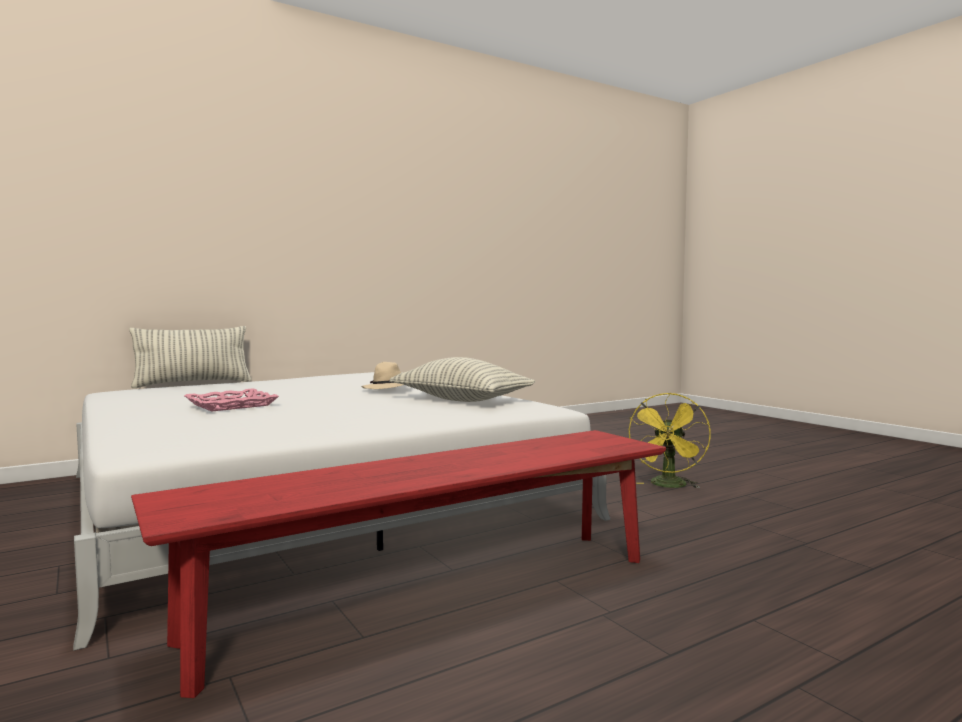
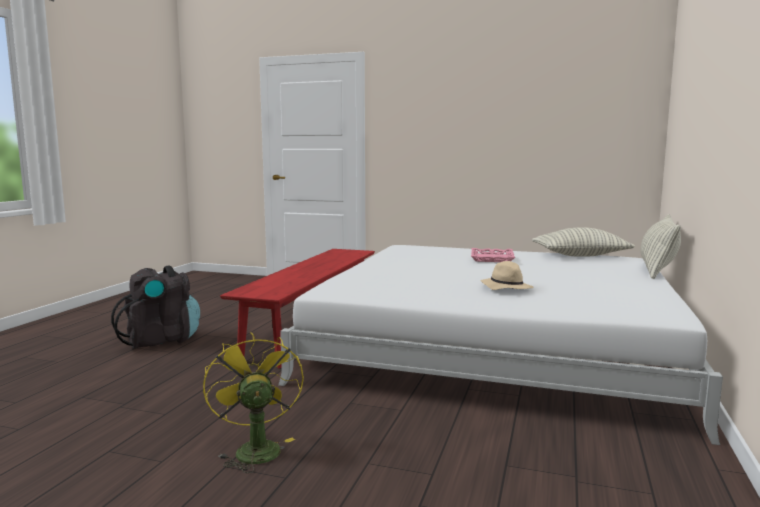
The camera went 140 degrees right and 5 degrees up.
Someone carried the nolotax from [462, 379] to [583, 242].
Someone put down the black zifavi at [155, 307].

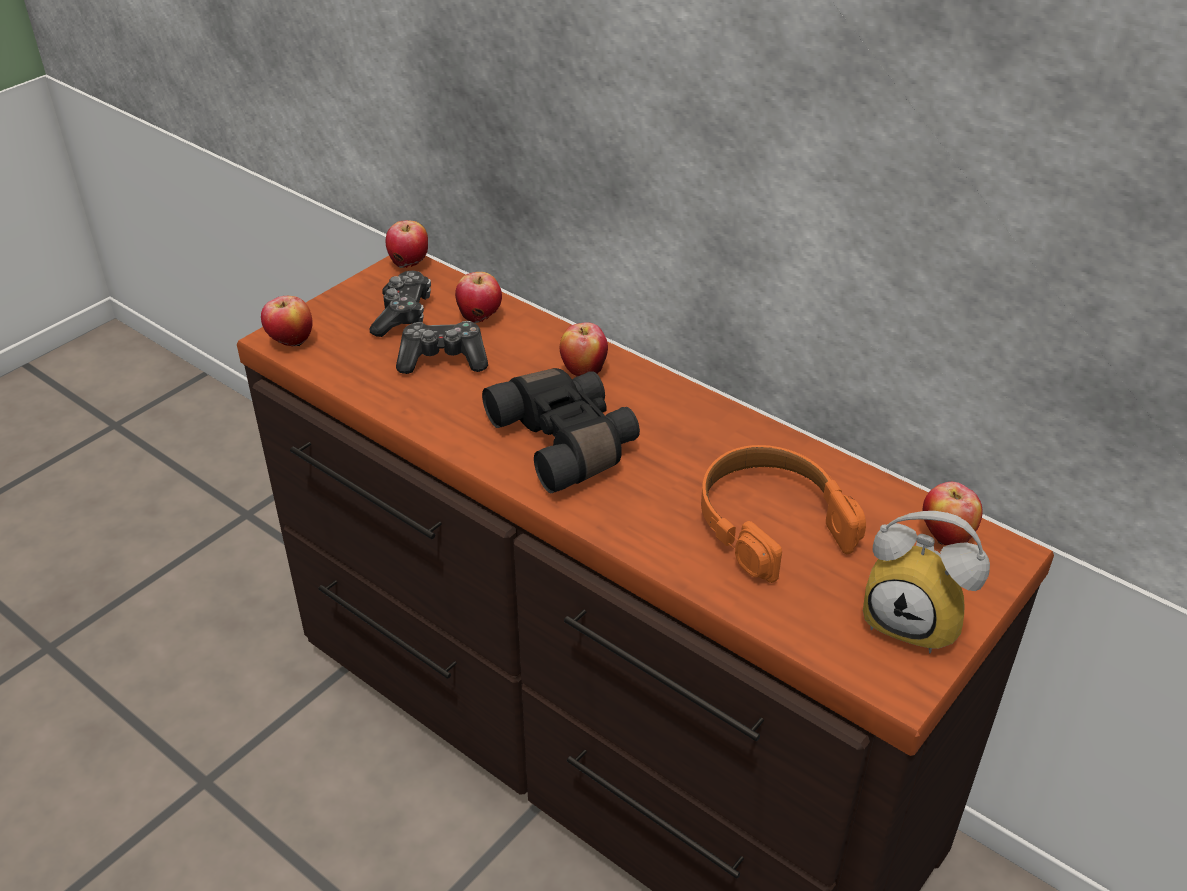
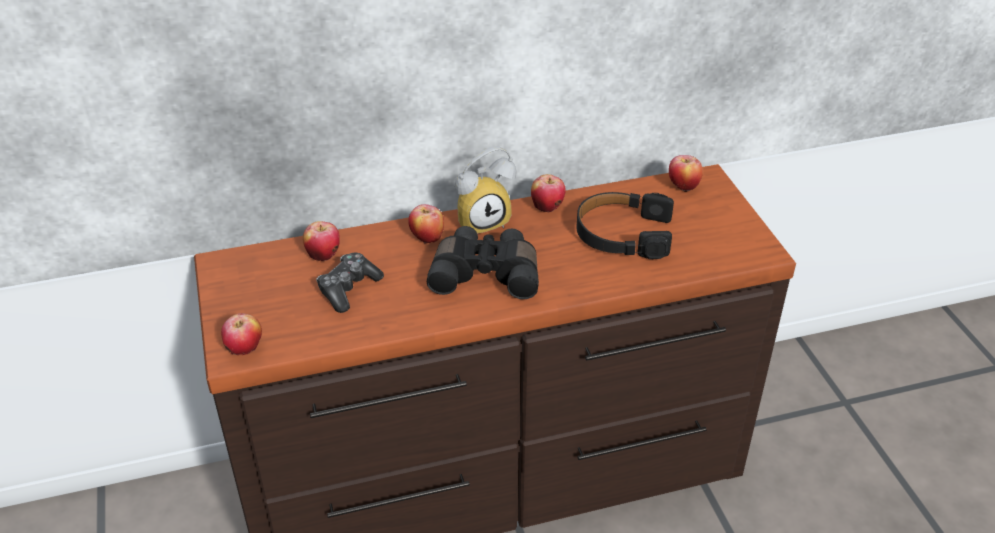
The camera went 55 degrees left and 0 degrees up.
Someone carried the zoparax from [407, 244] to [548, 193].
Someone took away the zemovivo at [400, 304].
Someone repainted the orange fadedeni at [783, 514], which became the black fadedeni at [625, 225].
Someone carried the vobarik from [926, 582] to [486, 189].

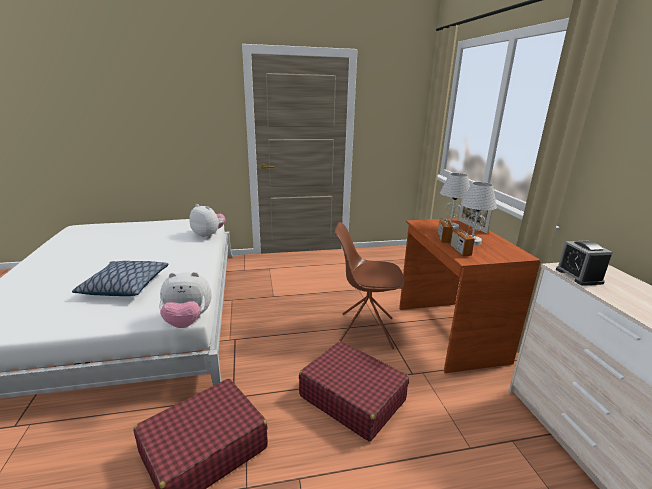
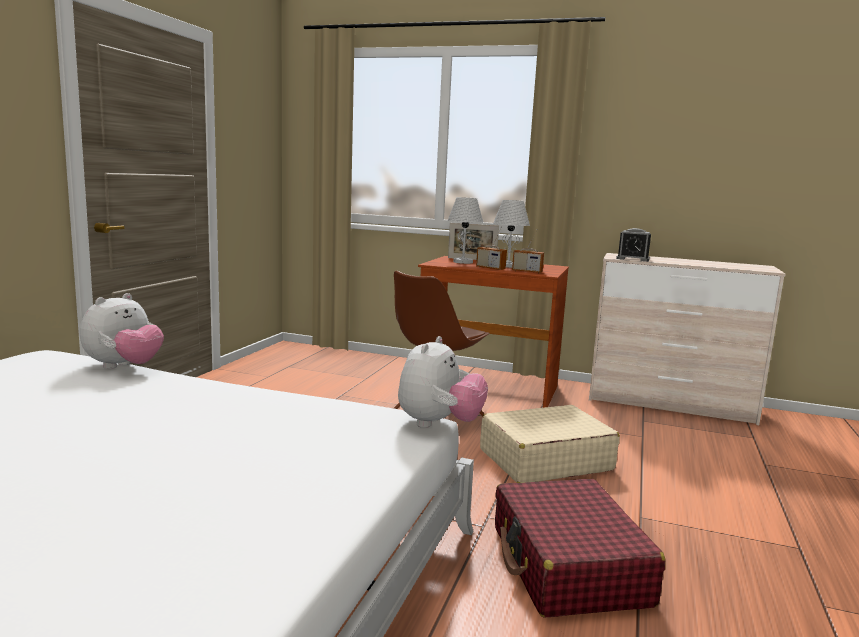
The camera went 60 degrees left and 10 degrees down.
Someone rotated the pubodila at [207, 221] by 150 degrees clockwise.
Someone took away the nolotax at [120, 278].
Someone repainted the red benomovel at [354, 391], which became the beige benomovel at [550, 444].

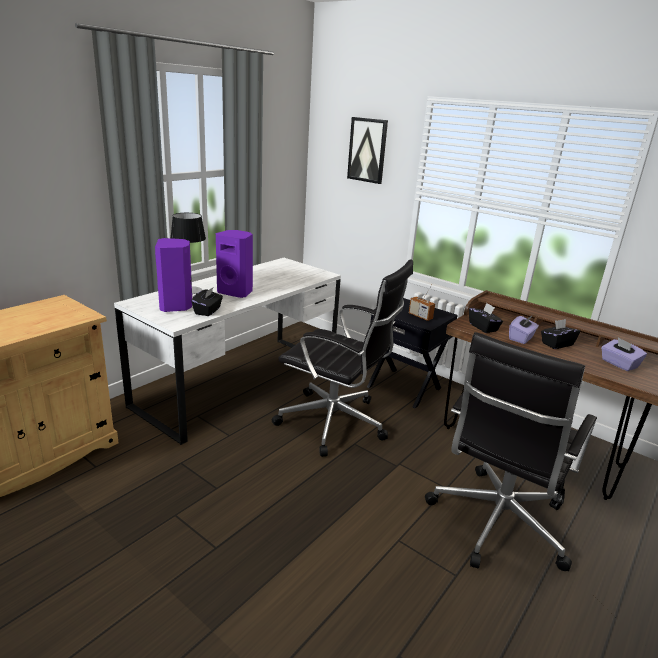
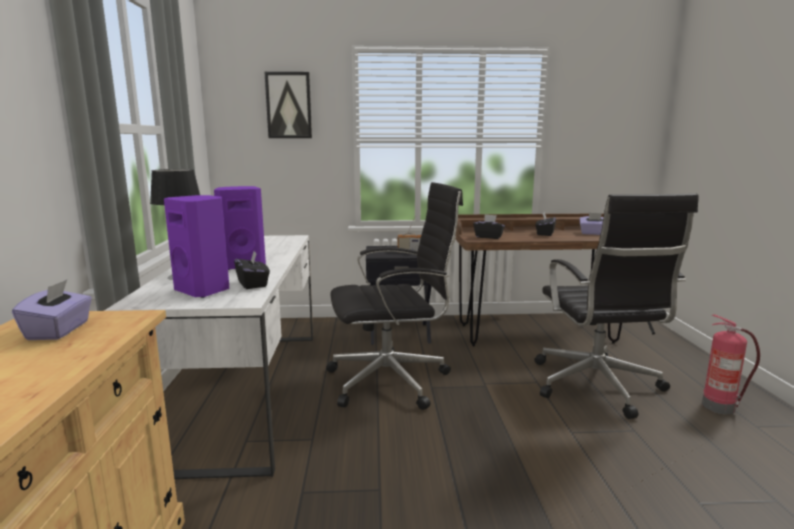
The camera went 40 degrees left and 10 degrees down.
Someone carried the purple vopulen from [524, 329] to [52, 309].
Someone put down the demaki at [731, 364].

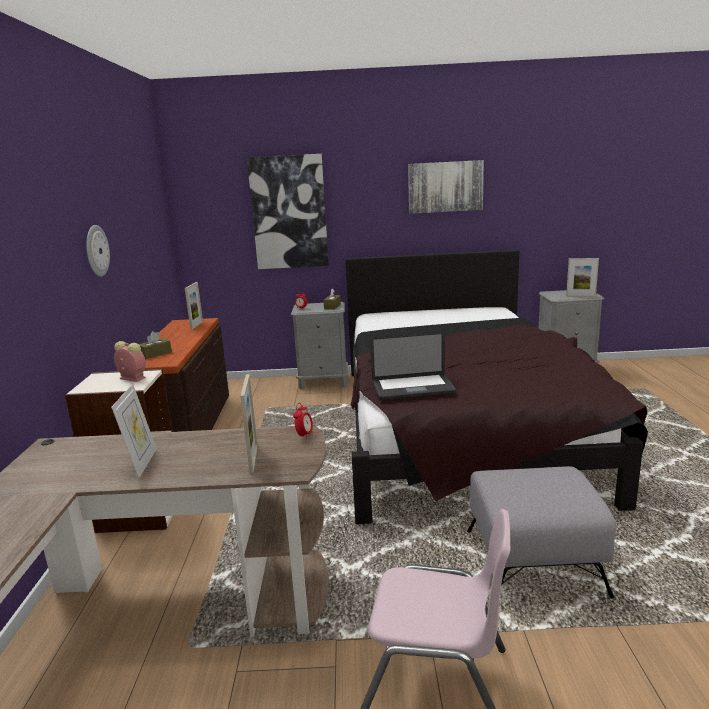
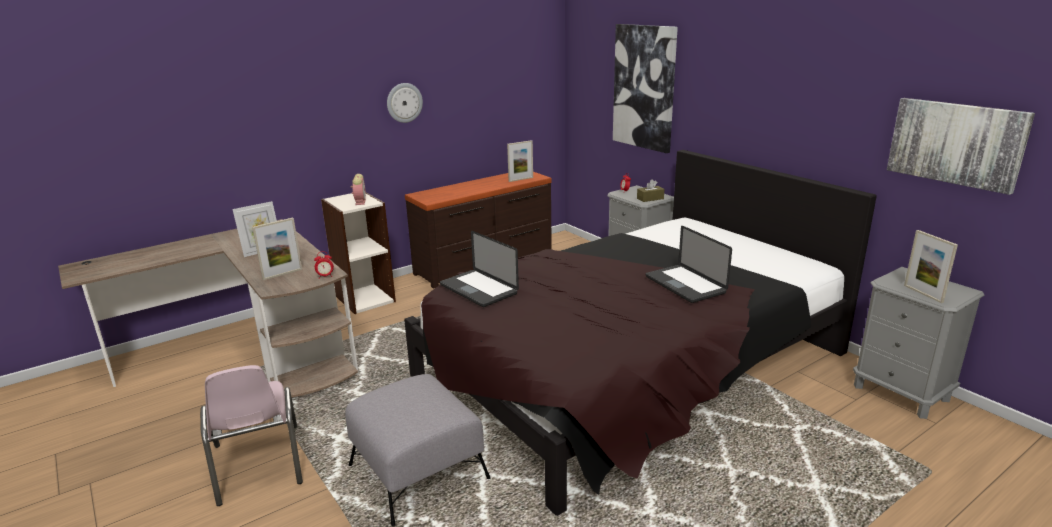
The camera went 55 degrees right and 5 degrees up.
Someone carried the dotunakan from [446, 187] to [961, 146].
Someone took away the brown vopulen at [155, 345].
Someone put down the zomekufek at [689, 264].

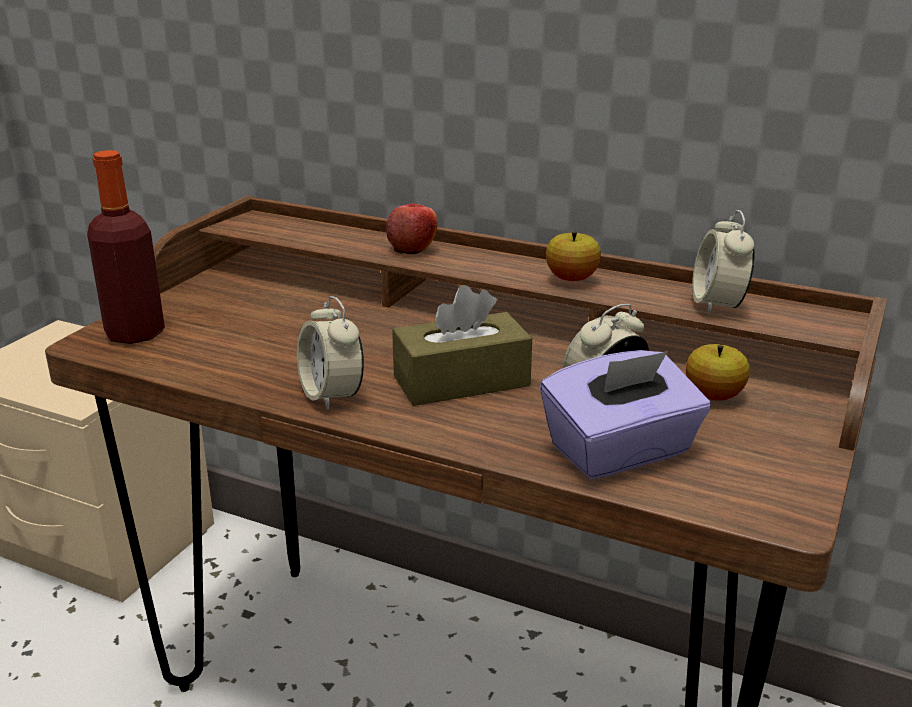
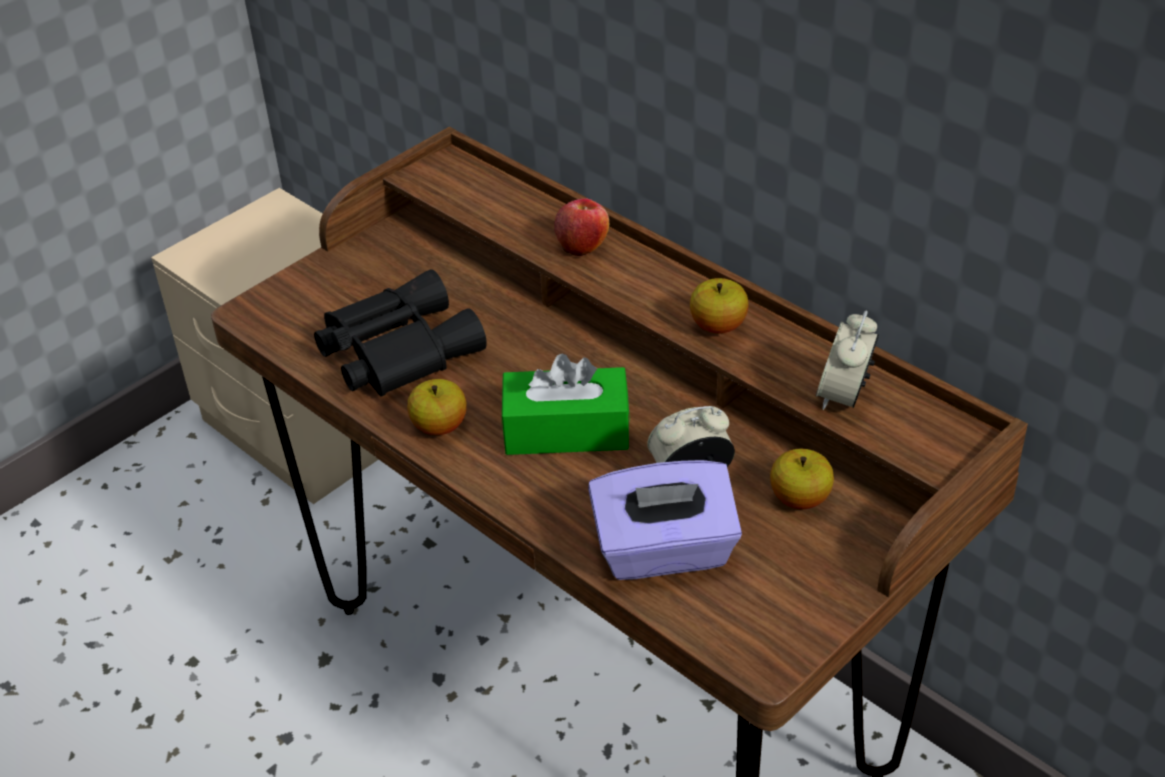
The camera went 20 degrees right and 15 degrees up.
Someone took away the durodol at [126, 247].
Someone repainted the brown vopulen at [462, 345], which became the green vopulen at [566, 404].
Someone swapped the vobarik at [330, 353] for the zoparax at [437, 407].
Someone put down the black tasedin at [400, 333].

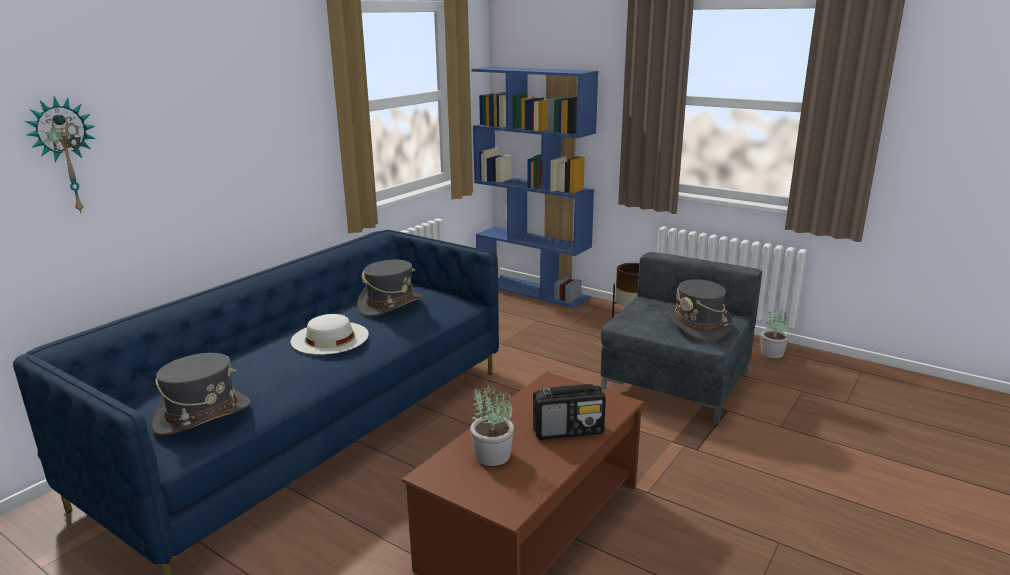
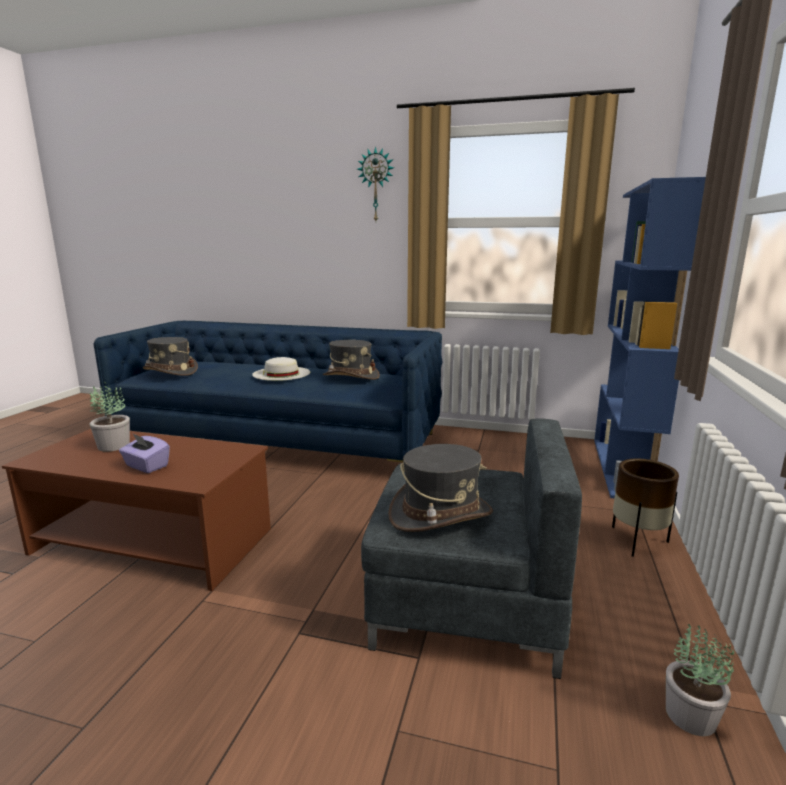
The camera went 70 degrees right and 5 degrees down.
Someone carried the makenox from [60, 155] to [375, 184].
Someone swapped the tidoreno at [569, 412] for the purple vopulen at [144, 453].

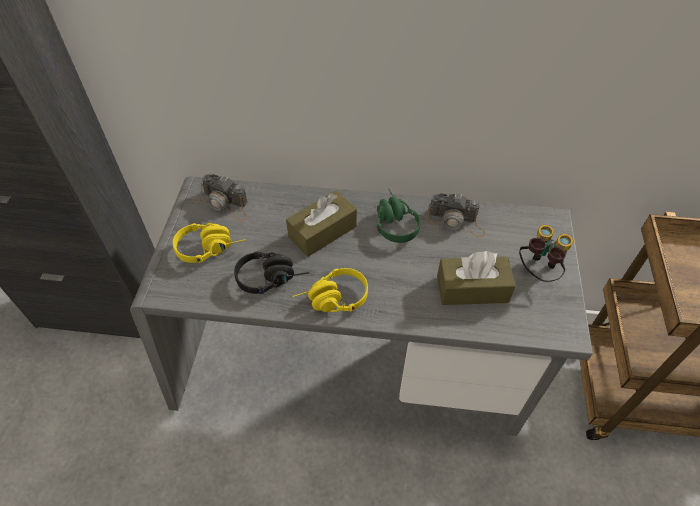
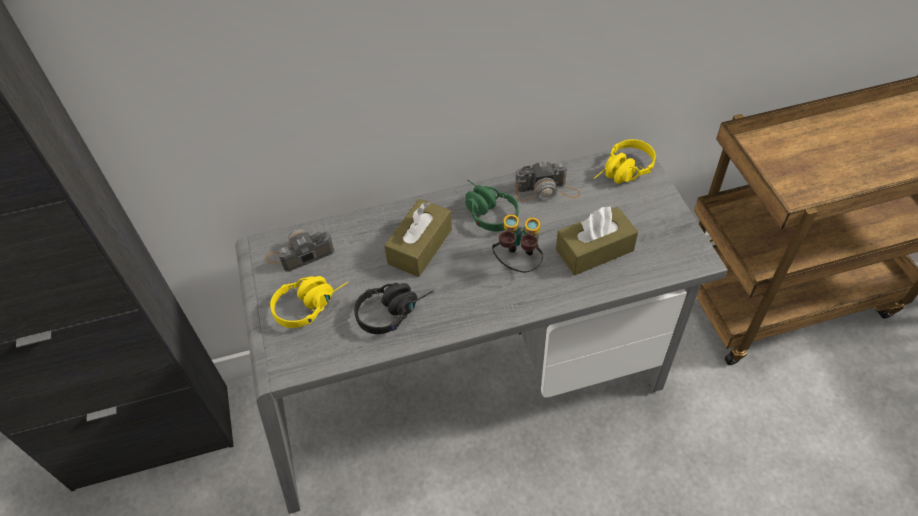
The camera went 20 degrees left and 0 degrees up.
Someone rotated the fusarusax at [223, 198] by 150 degrees clockwise.
Someone carried the tasedin from [546, 253] to [517, 243].
Someone carried the yellow fadedeni from [330, 290] to [625, 161].

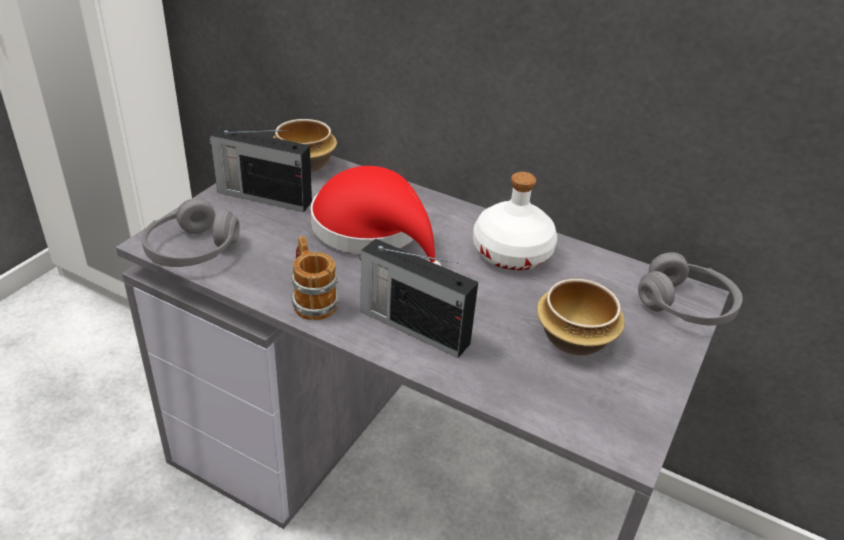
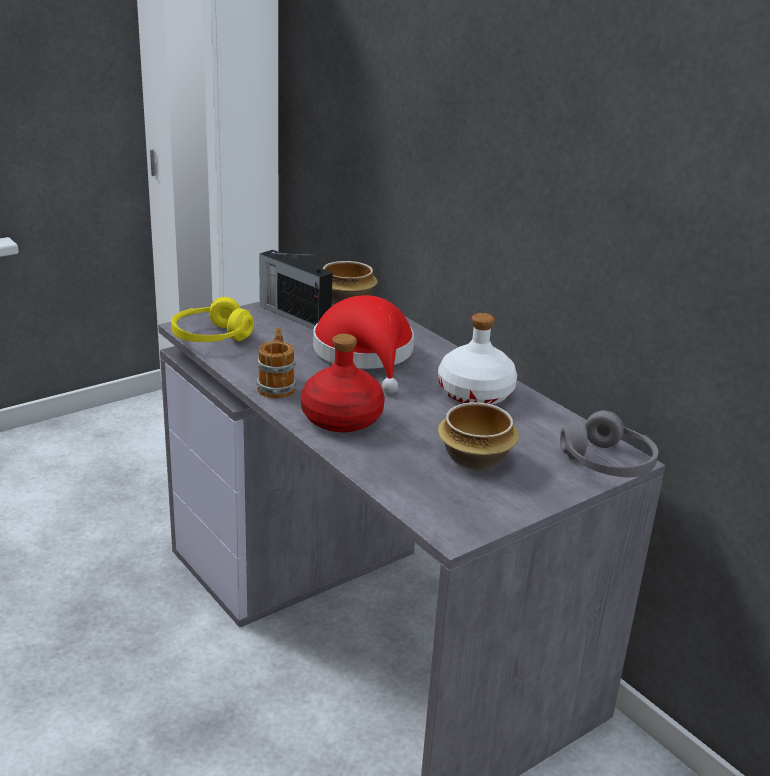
The camera went 25 degrees right and 10 degrees down.
Someone repainted the grey fadedeni at [191, 232], which became the yellow fadedeni at [212, 319].
Someone swapped the tidoreno at [418, 298] for the red durodol at [343, 382].

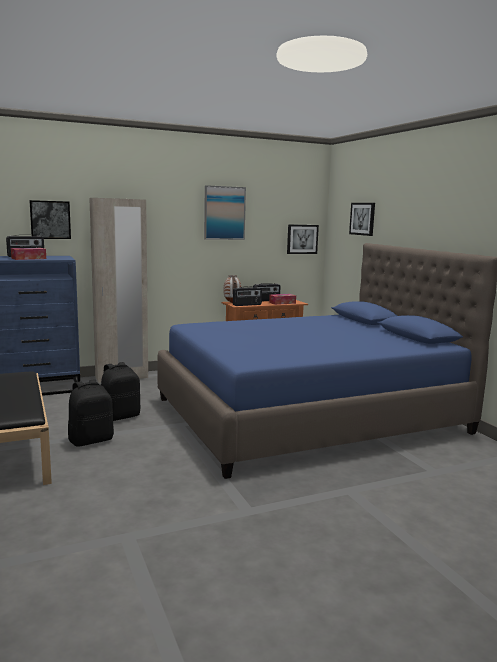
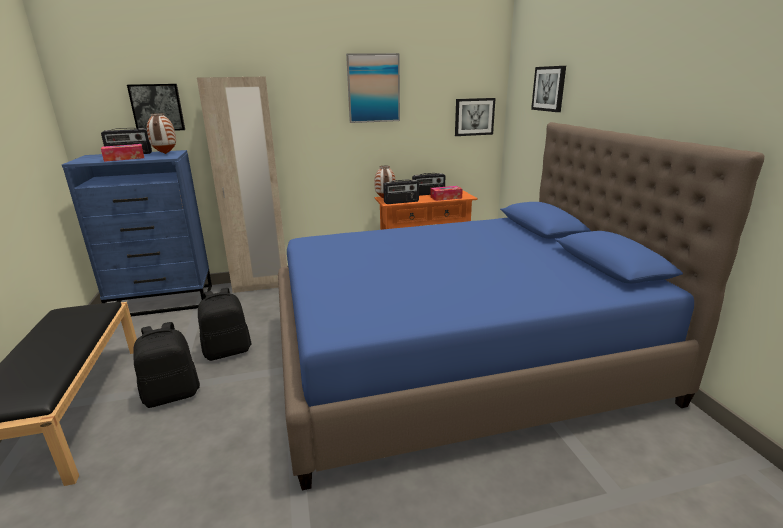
The camera went 10 degrees right and 10 degrees up.
Someone put down the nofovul at [161, 133].

